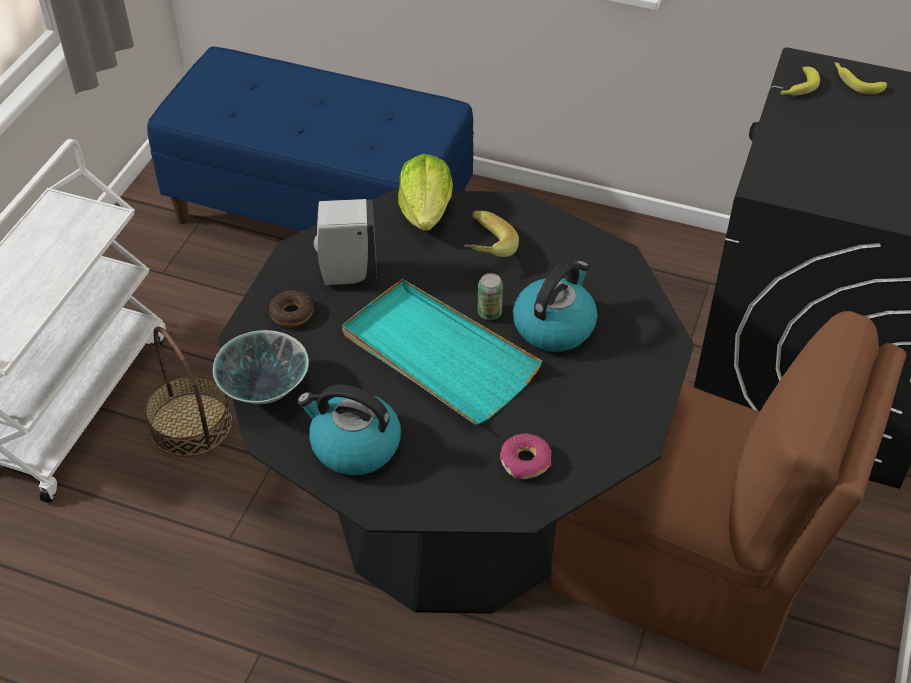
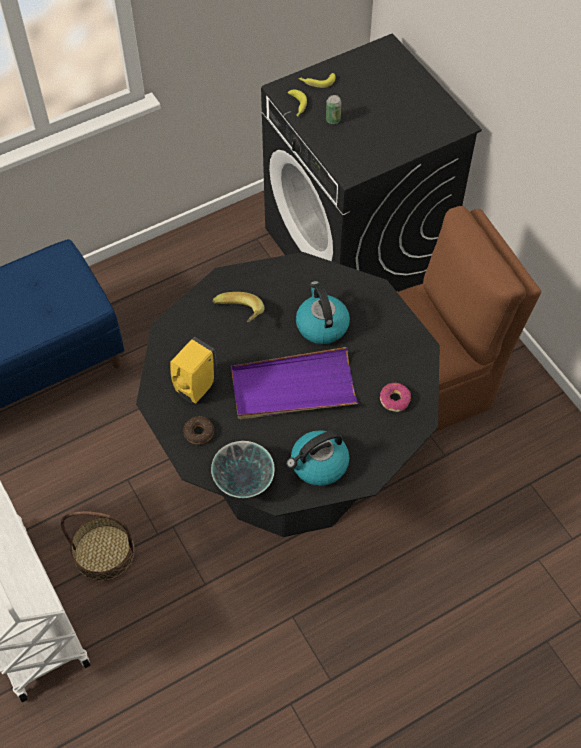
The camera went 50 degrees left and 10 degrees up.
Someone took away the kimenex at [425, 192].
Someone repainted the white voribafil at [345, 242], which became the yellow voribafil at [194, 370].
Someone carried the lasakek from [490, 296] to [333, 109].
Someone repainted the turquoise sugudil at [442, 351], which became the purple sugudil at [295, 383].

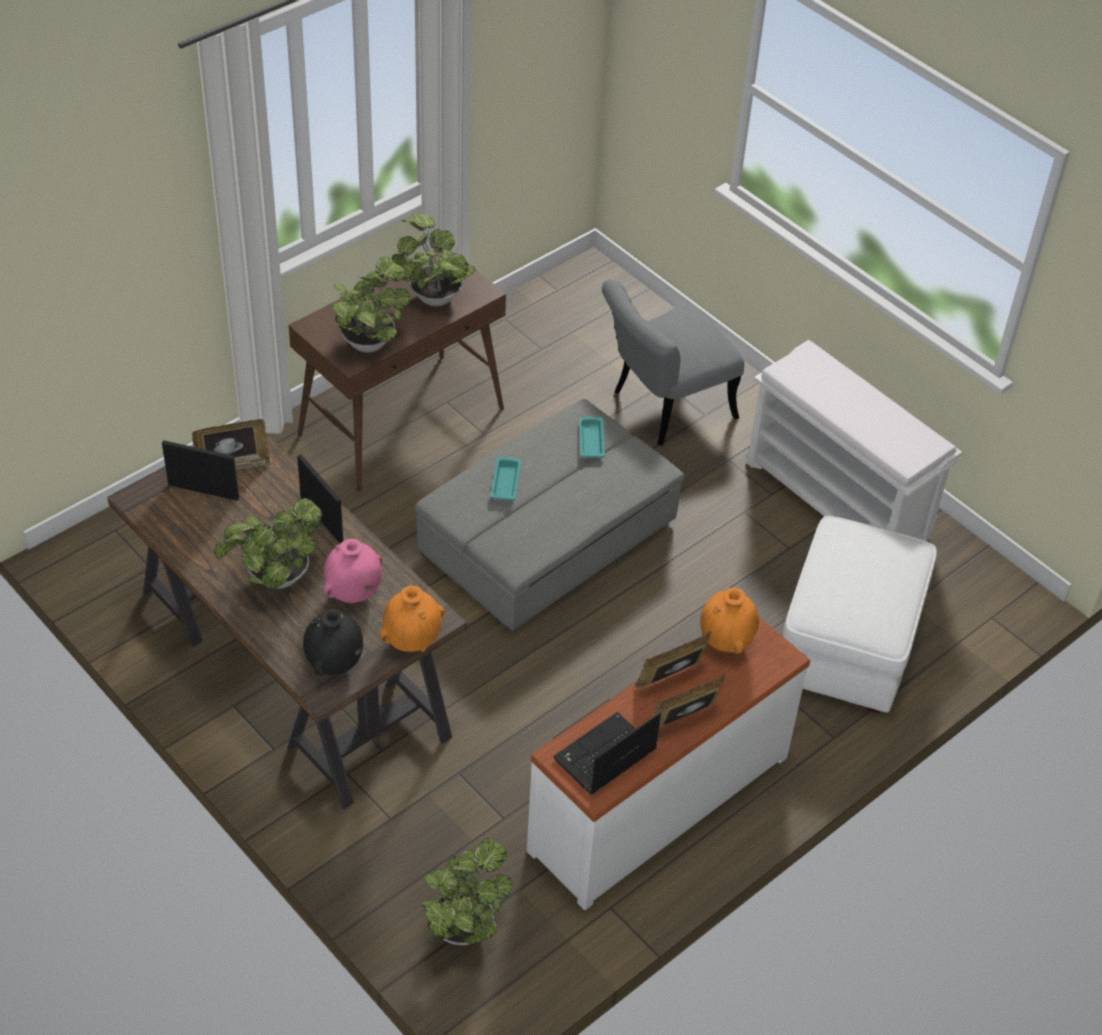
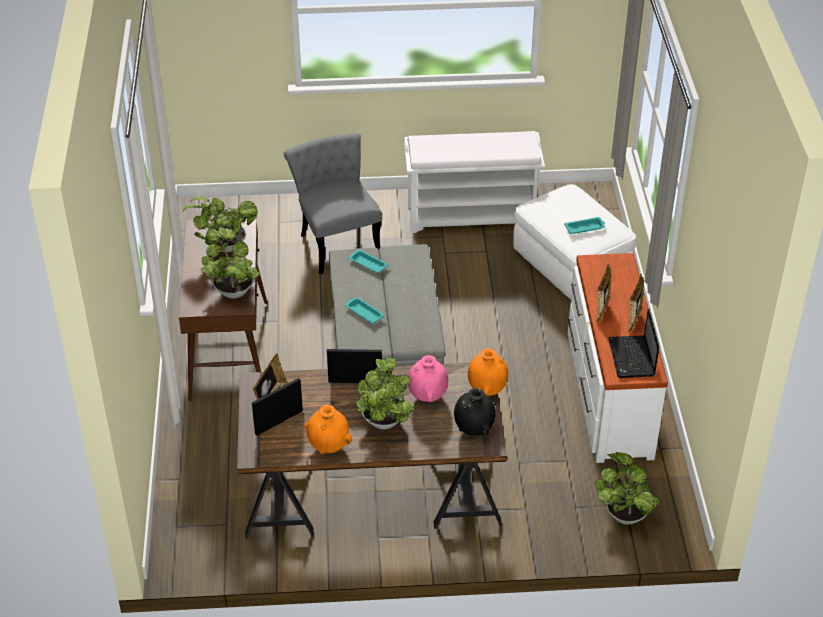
The camera went 50 degrees left and 5 degrees down.
Someone rotated the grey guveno at [673, 362] by 150 degrees clockwise.
Someone carried the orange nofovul from [729, 621] to [328, 429].
Someone put down the turquoise sugudil at [584, 225].

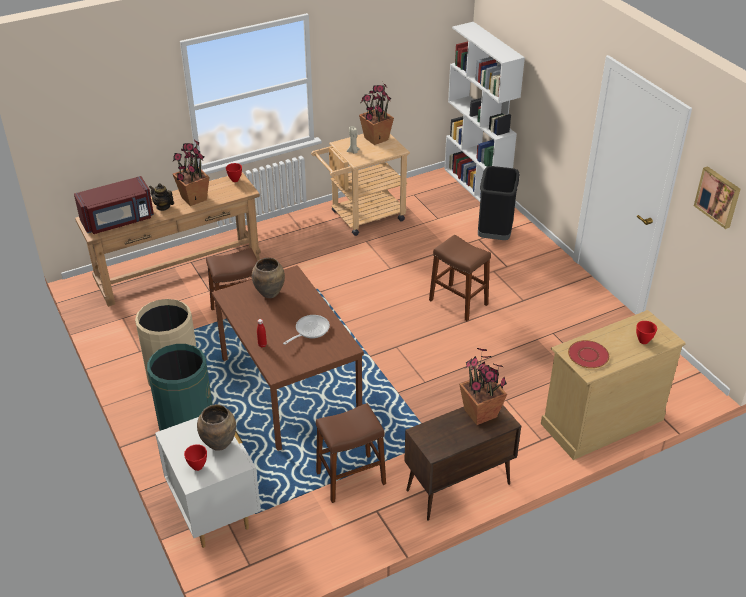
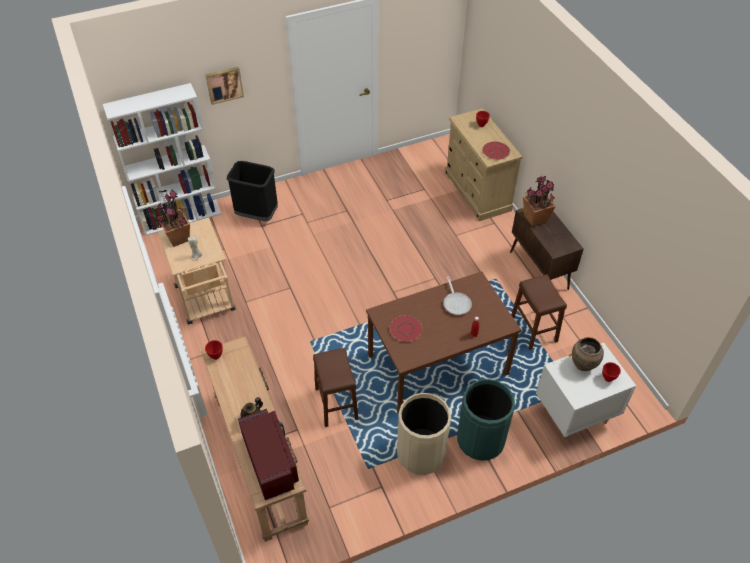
The camera went 85 degrees left and 10 degrees up.
Someone took away the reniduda at [191, 172].
Someone carried the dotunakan from [717, 197] to [224, 86].
Someone took away the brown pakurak at [460, 278].
Someone swapped the brown nofovul at [268, 278] for the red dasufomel at [406, 328].
Someone rotated the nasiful at [306, 330] by 150 degrees counterclockwise.

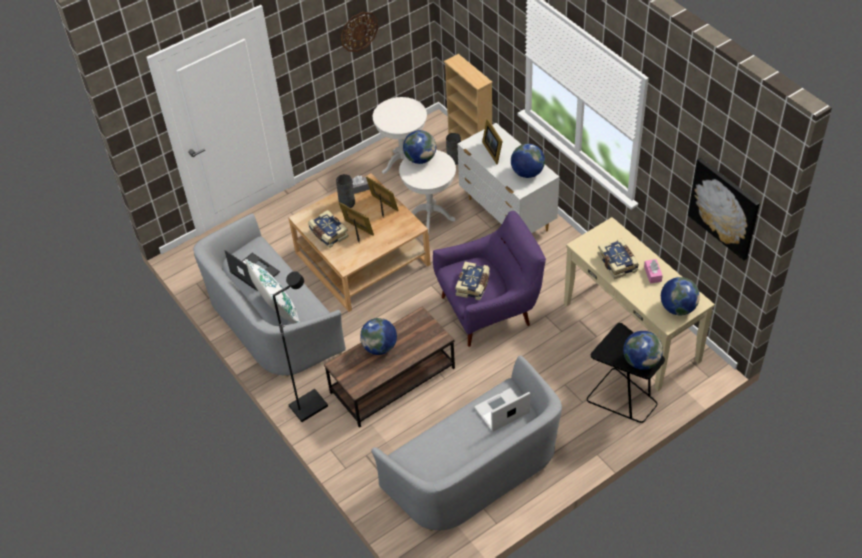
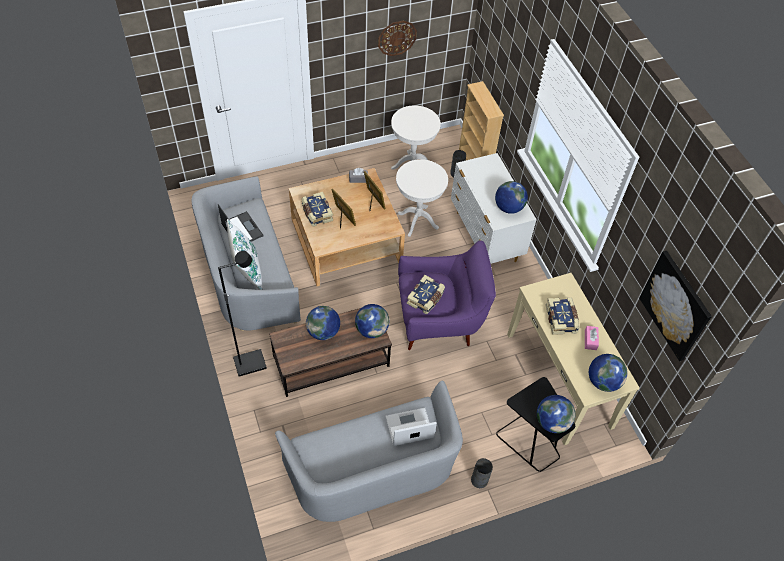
The camera went 10 degrees right and 5 degrees up.
Someone took away the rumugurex at [492, 141].
Someone carried the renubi from [419, 147] to [372, 321].
Someone carried the grey nofovul from [345, 191] to [482, 473].

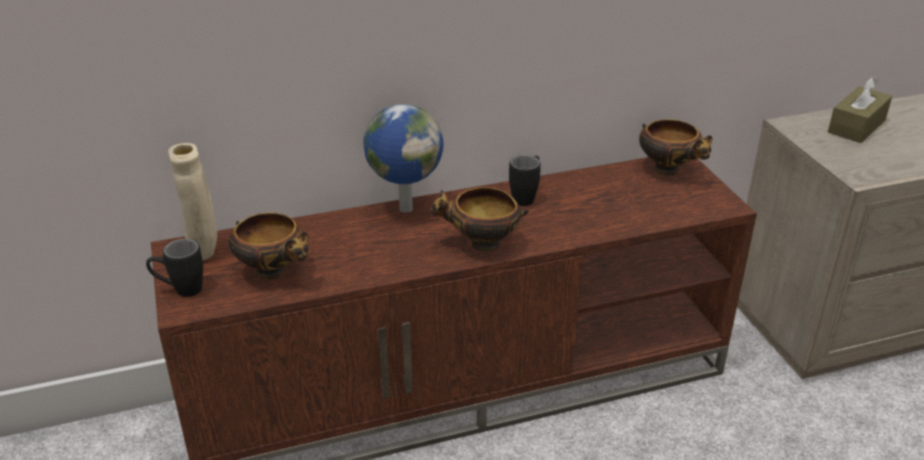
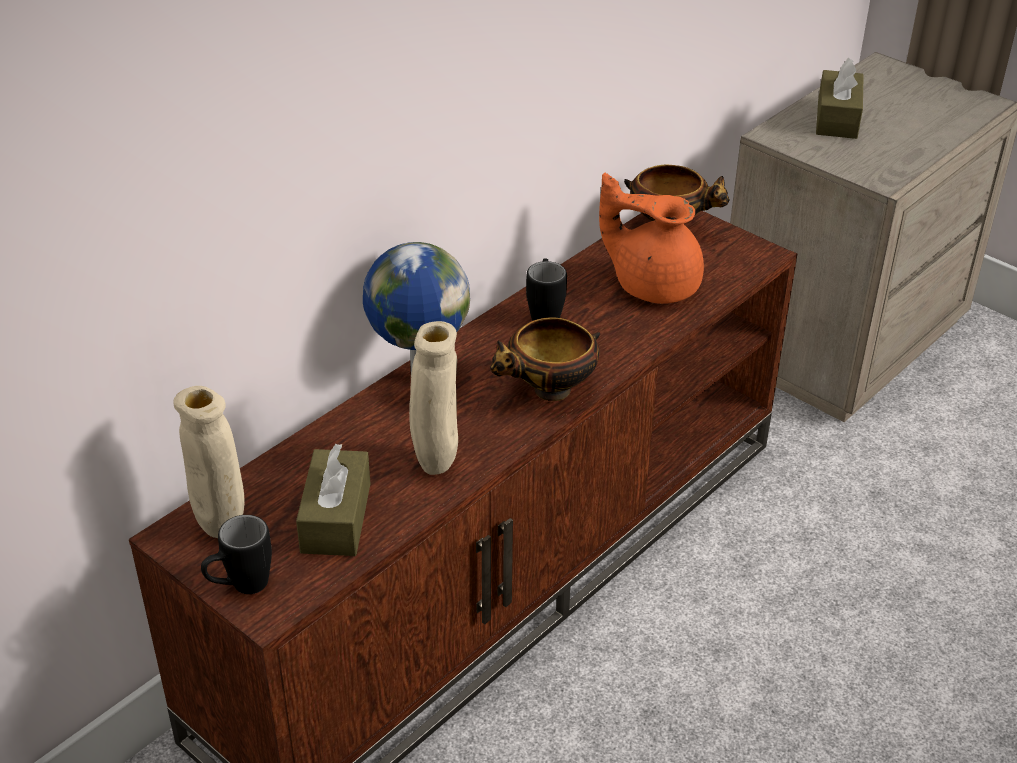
The camera went 30 degrees left and 5 degrees up.
Someone swapped the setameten at [268, 246] for the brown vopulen at [333, 500].
Someone put down the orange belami at [651, 238].
Someone put down the beige nofovul at [433, 398].

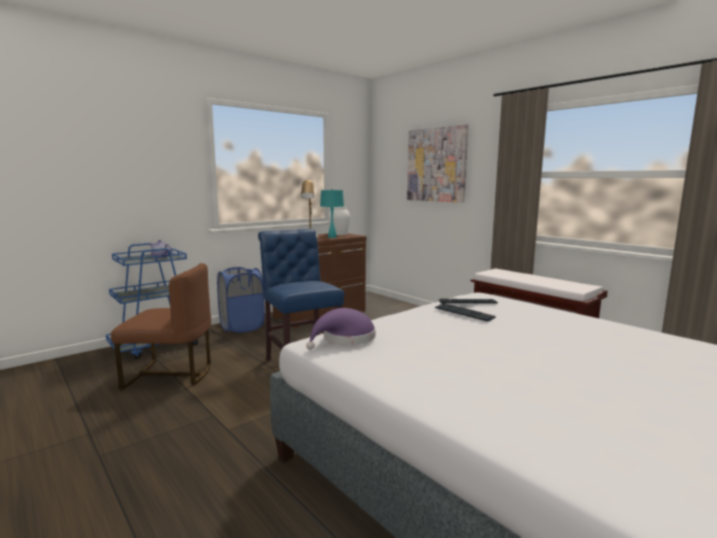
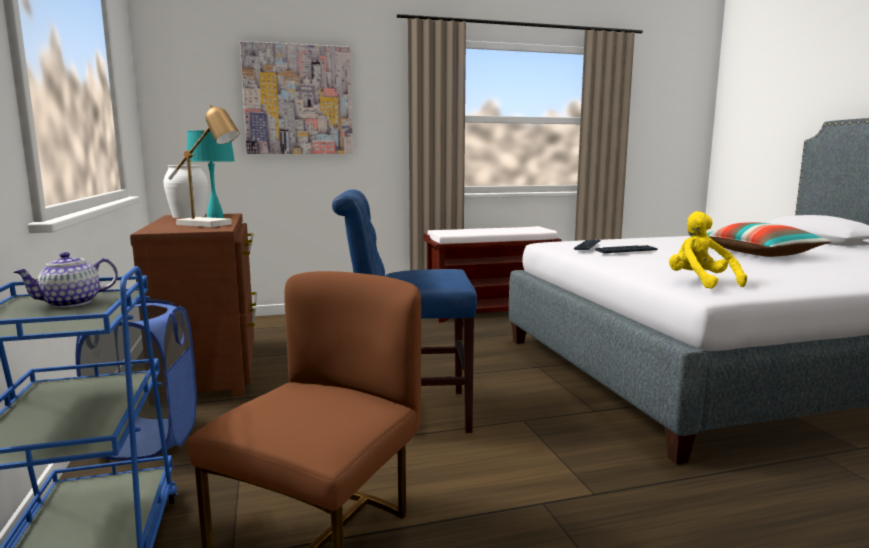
The camera went 65 degrees left and 0 degrees up.
Someone swapped the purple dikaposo at [341, 328] for the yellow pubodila at [708, 250].
Someone put down the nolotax at [769, 239].

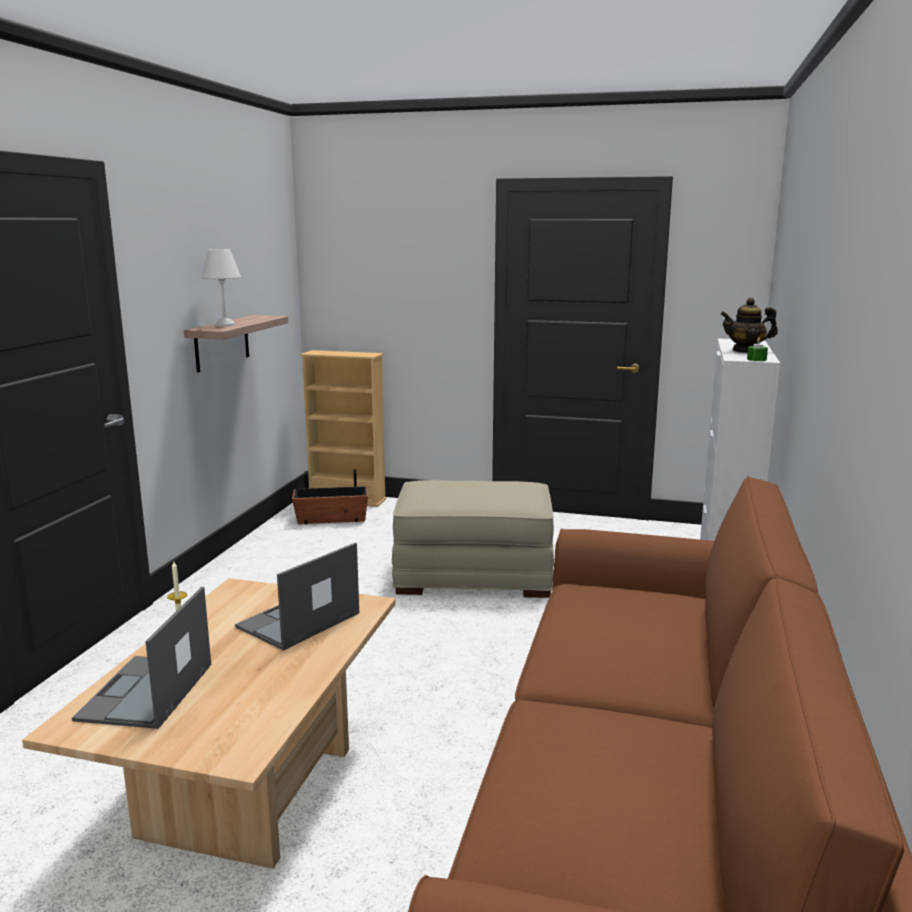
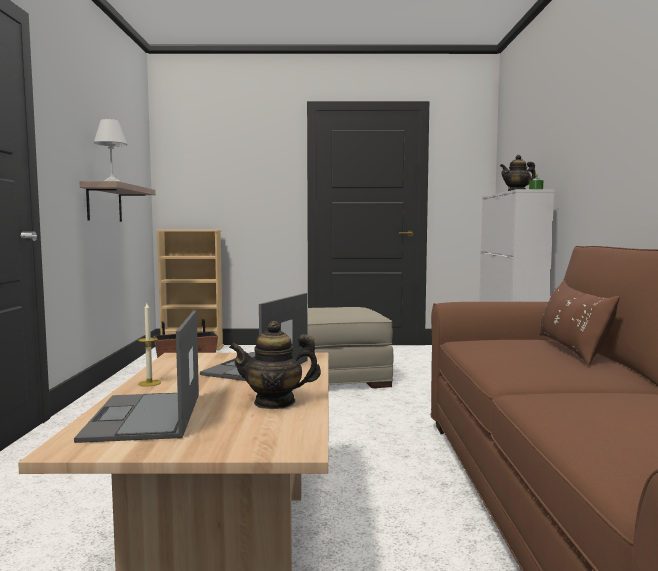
The camera went 15 degrees left and 10 degrees down.
Someone put down the brown nolotax at [579, 322].
Someone put down the belami at [275, 365].

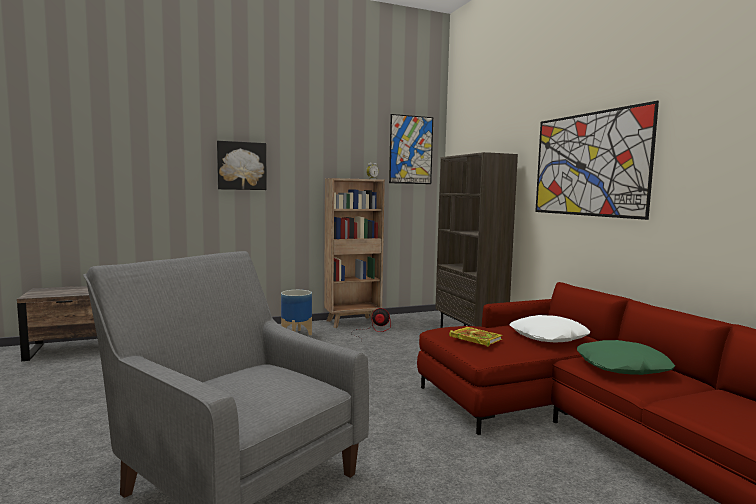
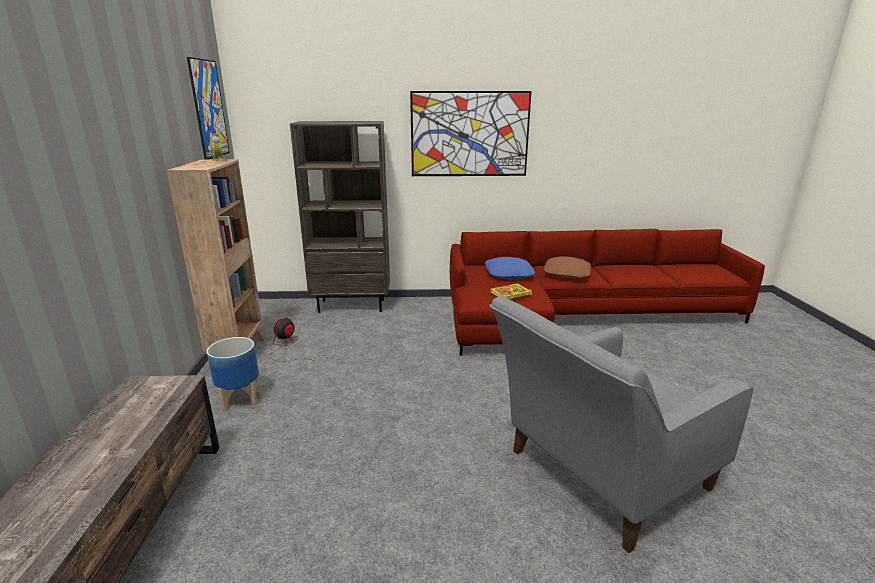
The camera went 70 degrees left and 15 degrees up.
Someone took away the dotunakan at [242, 165].
Someone repainted the white nolotax at [550, 329], which became the blue nolotax at [510, 268].
Someone repainted the green nolotax at [626, 357], which became the brown nolotax at [567, 267].

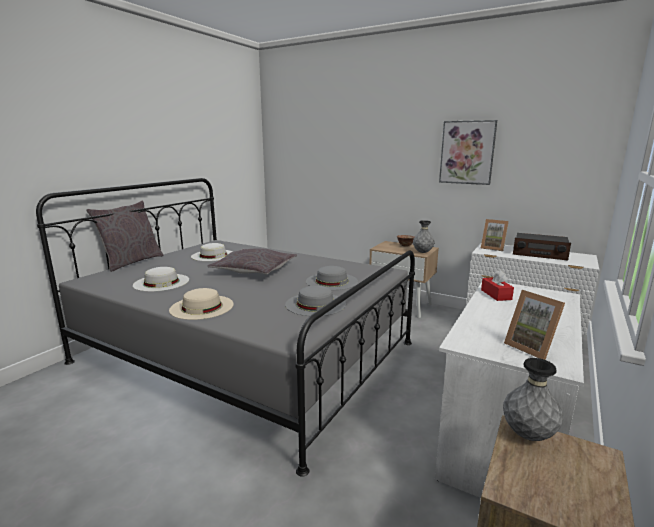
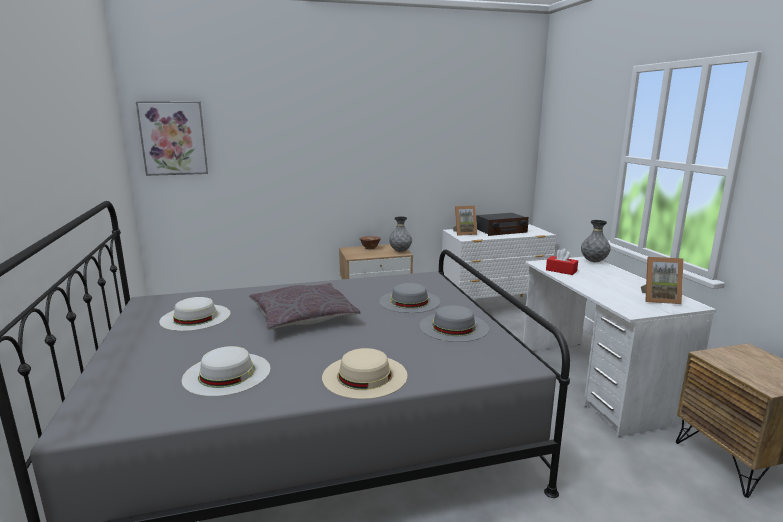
The camera went 45 degrees left and 0 degrees up.
Someone carried the dotunakan from [468, 152] to [172, 138].
Someone took away the grey nolotax at [125, 236].
Someone carried the grey nofovul from [533, 399] to [596, 241].

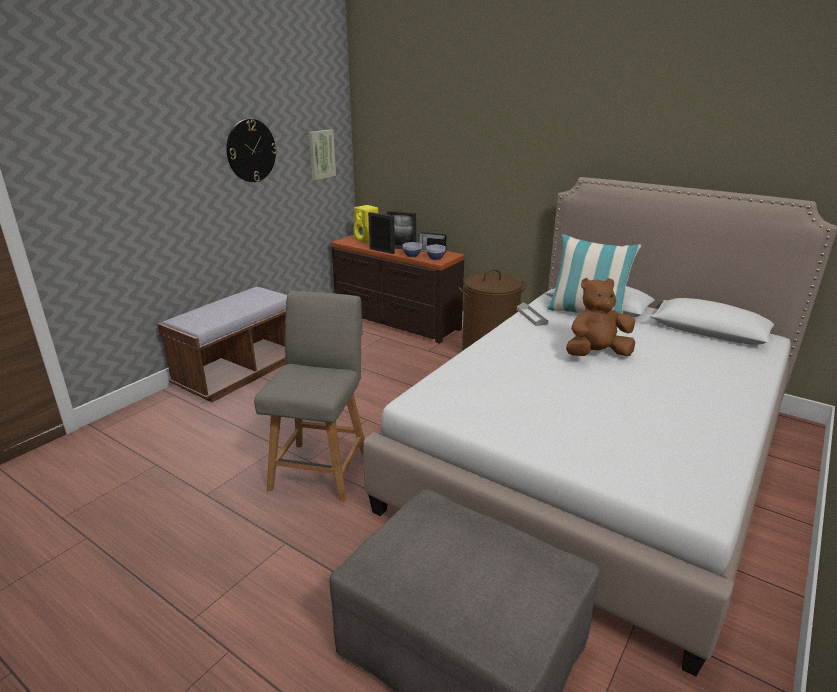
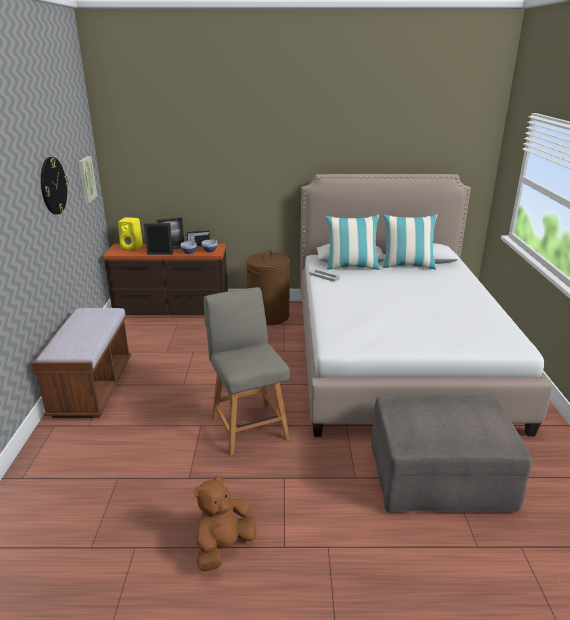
The camera went 35 degrees left and 0 degrees up.
Someone carried the brown pubodila from [600, 317] to [225, 523].
Someone put down the nolotax at [410, 241].

